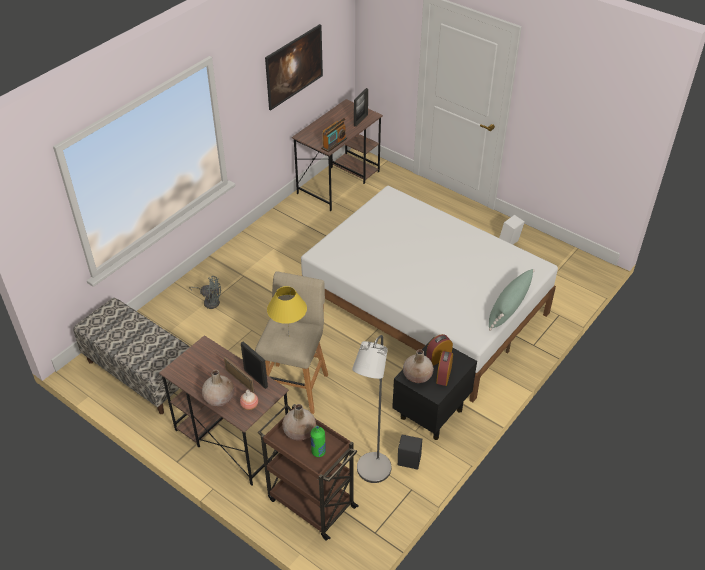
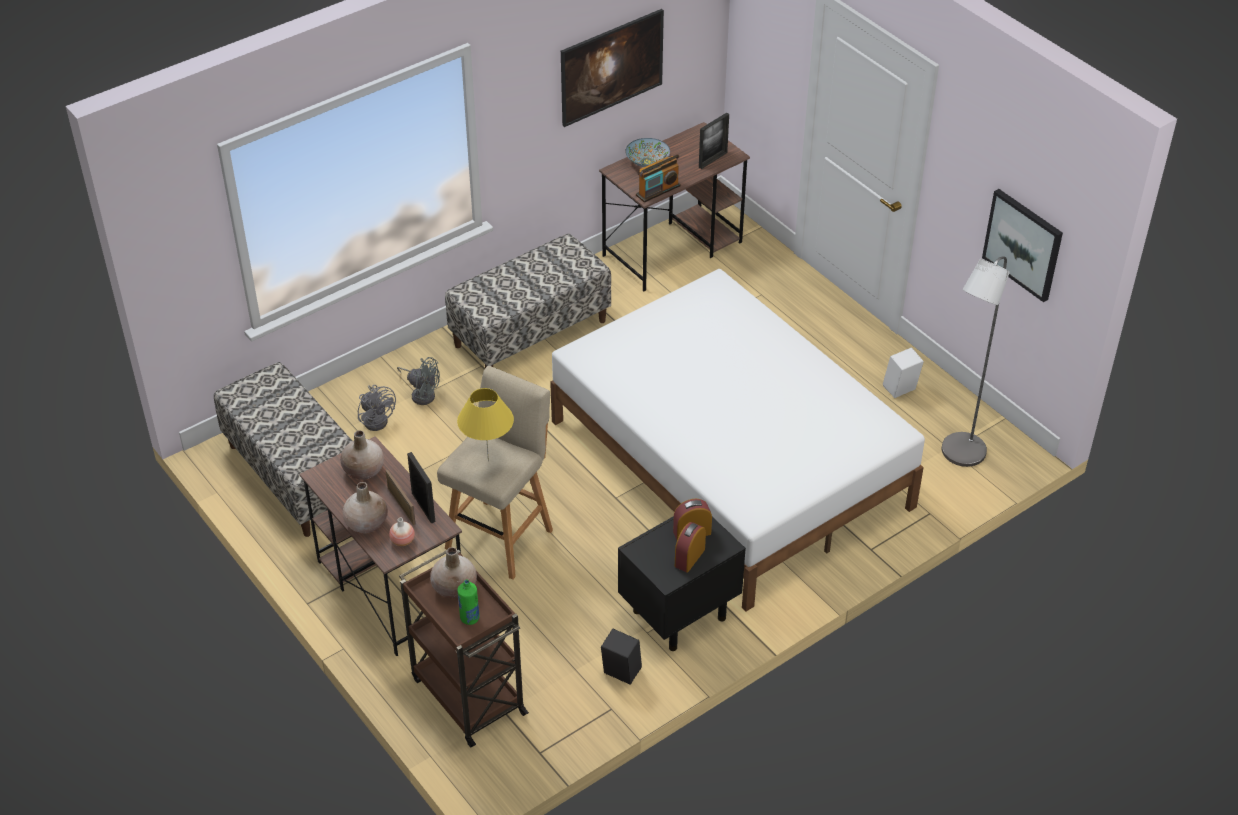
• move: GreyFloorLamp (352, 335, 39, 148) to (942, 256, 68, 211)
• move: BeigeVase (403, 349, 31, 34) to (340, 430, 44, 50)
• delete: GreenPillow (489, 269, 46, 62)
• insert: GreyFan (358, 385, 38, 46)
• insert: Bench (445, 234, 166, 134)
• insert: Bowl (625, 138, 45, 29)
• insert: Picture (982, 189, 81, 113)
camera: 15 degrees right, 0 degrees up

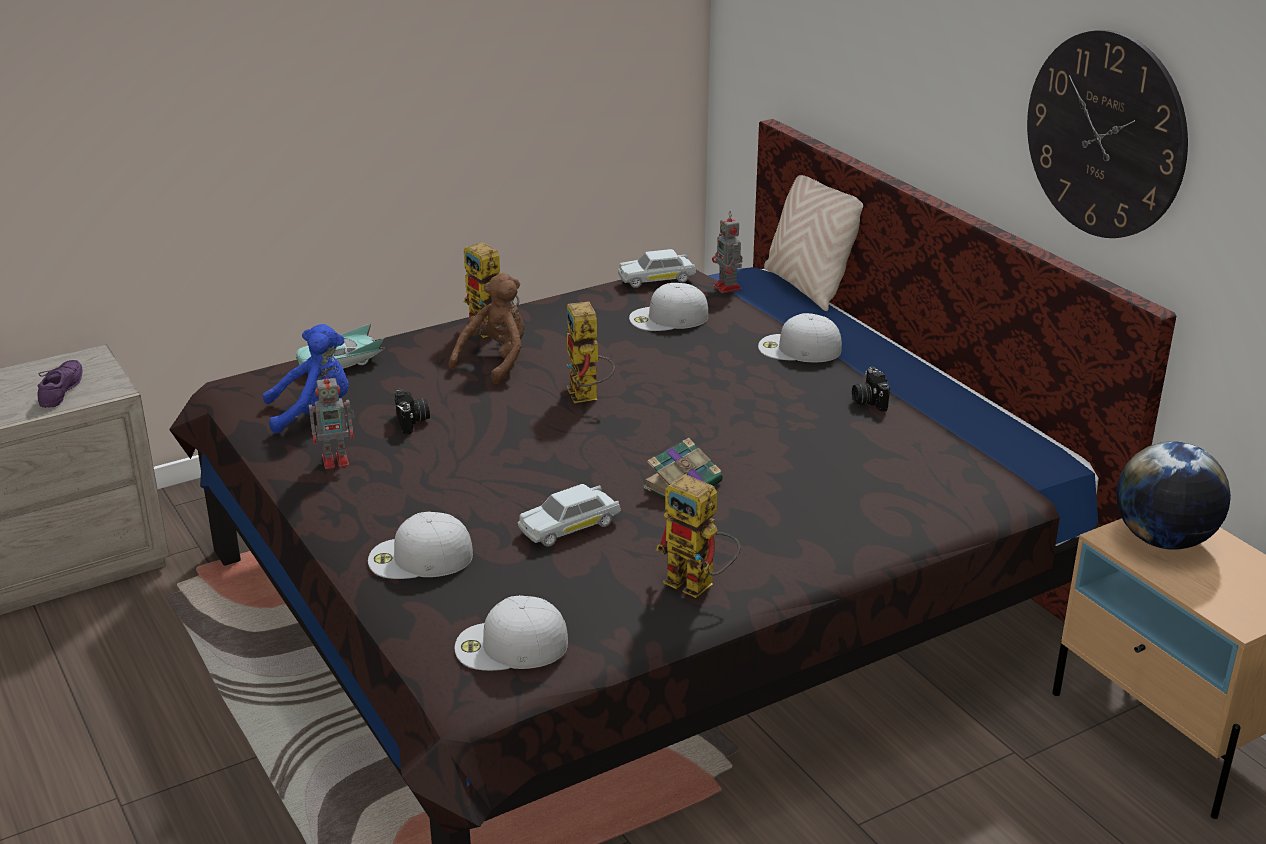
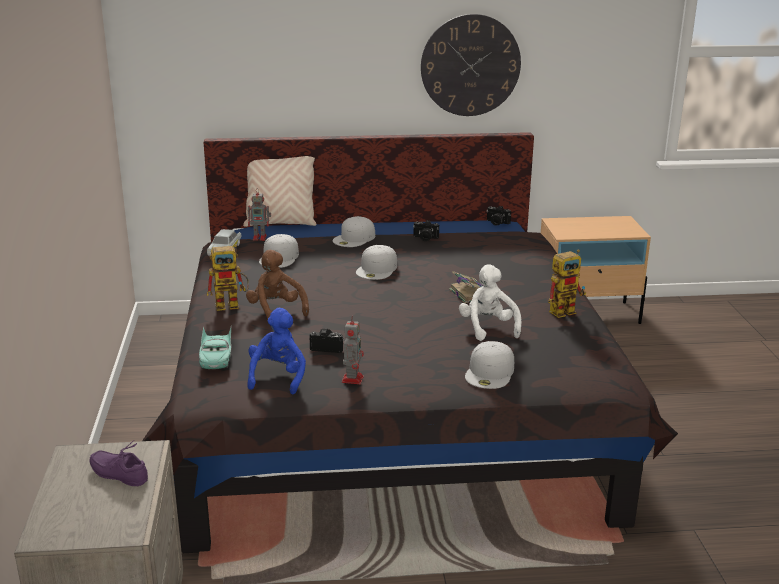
• move: WhiteCap (454, 595, 114, 76) to (356, 245, 41, 35)
• replace: WhiteToyCar (518, 484, 103, 63) to WhitePlushToy (459, 264, 62, 77)
• delete: ToyRobot (566, 301, 49, 102)
• delete: Globe (1116, 441, 115, 109)
• insert: PhotoCamera (486, 206, 25, 20)
camera: 65 degrees left, 5 degrees down

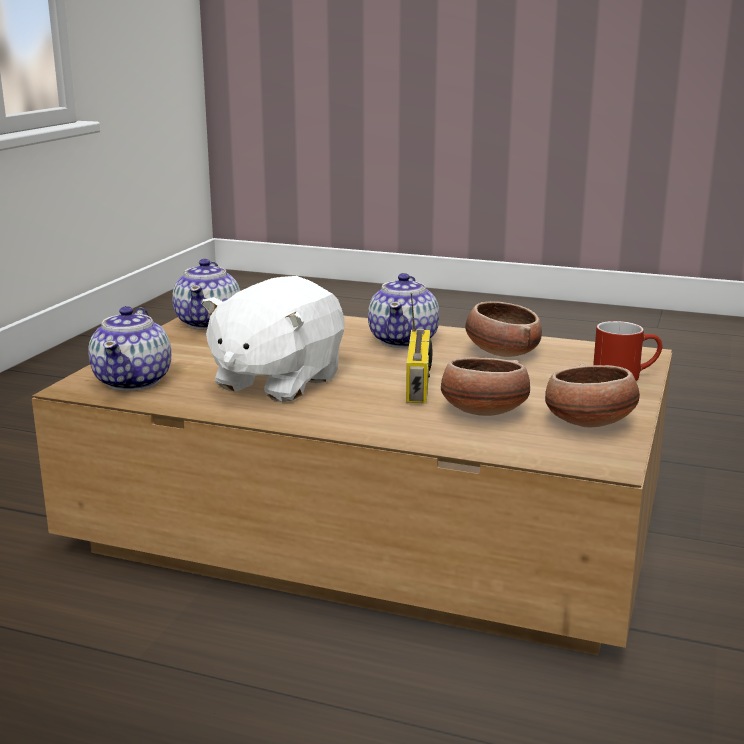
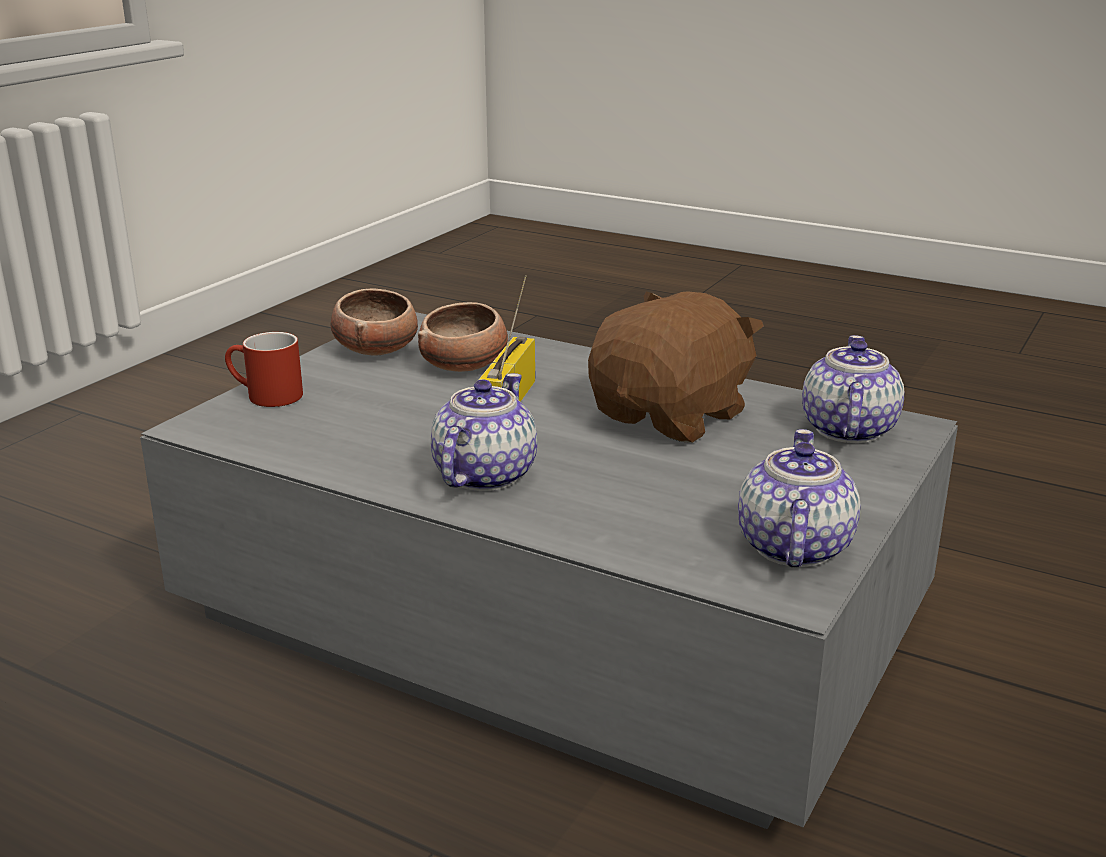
• recolor: BrownCoffeeTable (32, 316, 640, 340) to GreyCoffeeTable (140, 312, 818, 517)
• recolor: WhitePlushToy (201, 276, 144, 126) to BrownPlushToy (588, 291, 176, 152)
• delete: Bowl (465, 301, 77, 56)
camera: 170 degrees left, 5 degrees up

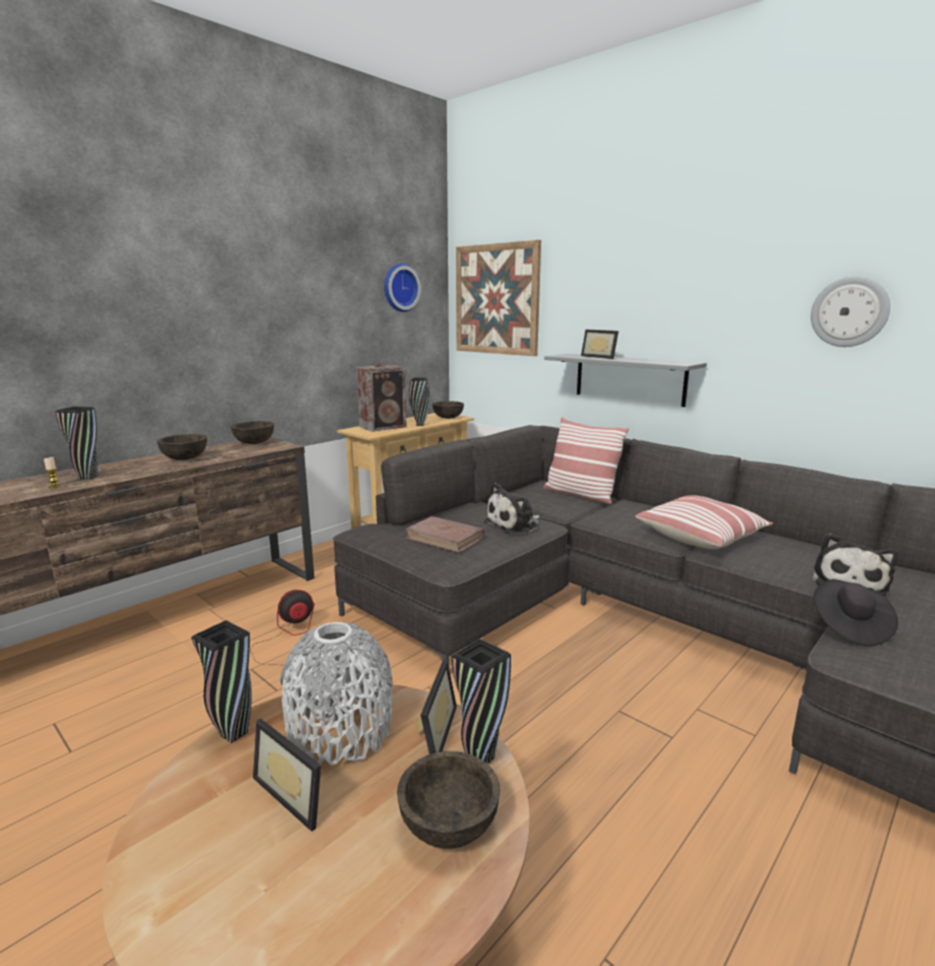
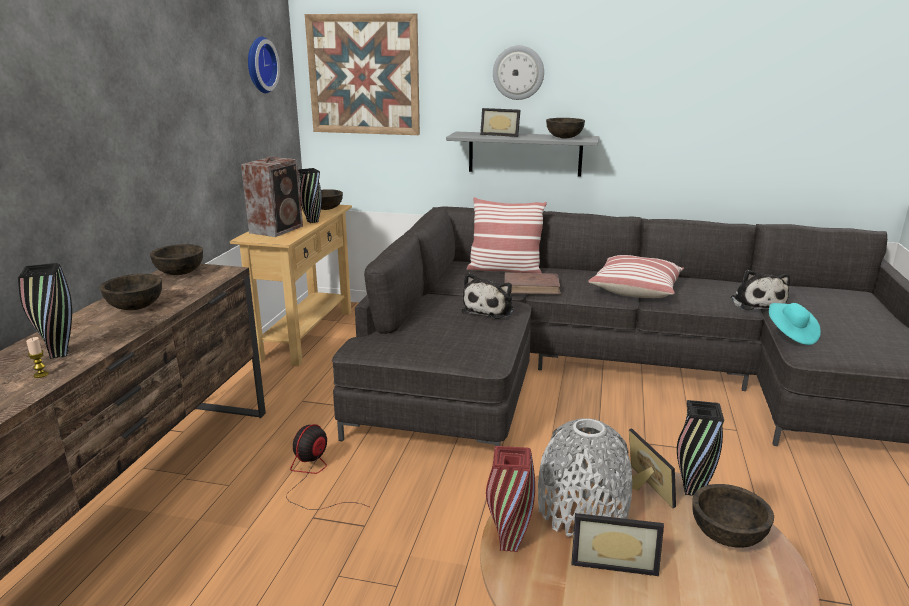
• recolor: BlackVase (191, 620, 61, 123) to RedVase (486, 446, 49, 106)
• move: BrownBook (405, 516, 79, 37) to (504, 273, 57, 21)
• move: WallClock (811, 276, 80, 71) to (493, 45, 51, 55)
• recolor: BlackHat (813, 579, 85, 67) to TurquoiseHat (769, 303, 52, 42)
• insert: BrownBowl (546, 118, 39, 21)
camera: 30 degrees left, 5 degrees up

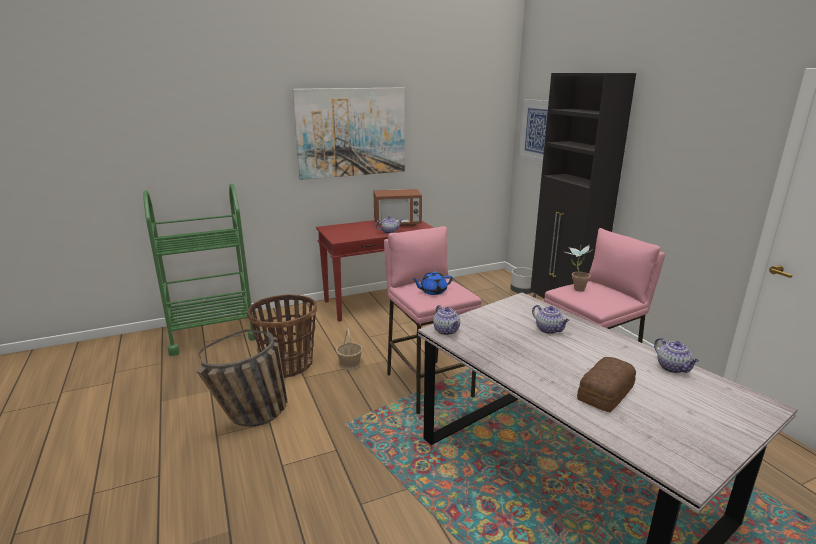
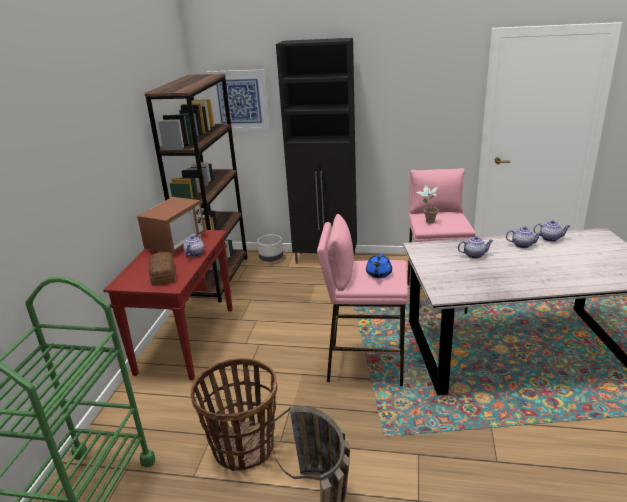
• delete: Picture (292, 87, 113, 93)
• delete: Basket (336, 329, 27, 41)
• move: Teapot (433, 305, 27, 30) to (506, 227, 37, 21)
• move: Bread (577, 357, 59, 56) to (148, 252, 27, 34)
• insert: BrownBookcase (144, 74, 104, 229)
camera: 55 degrees left, 5 degrees up

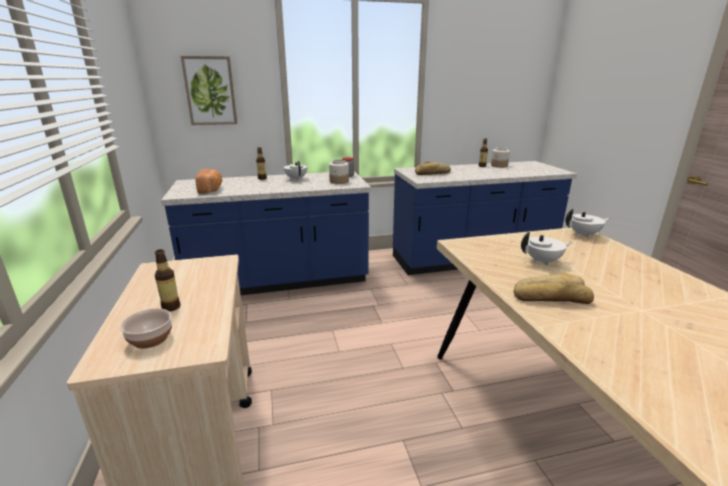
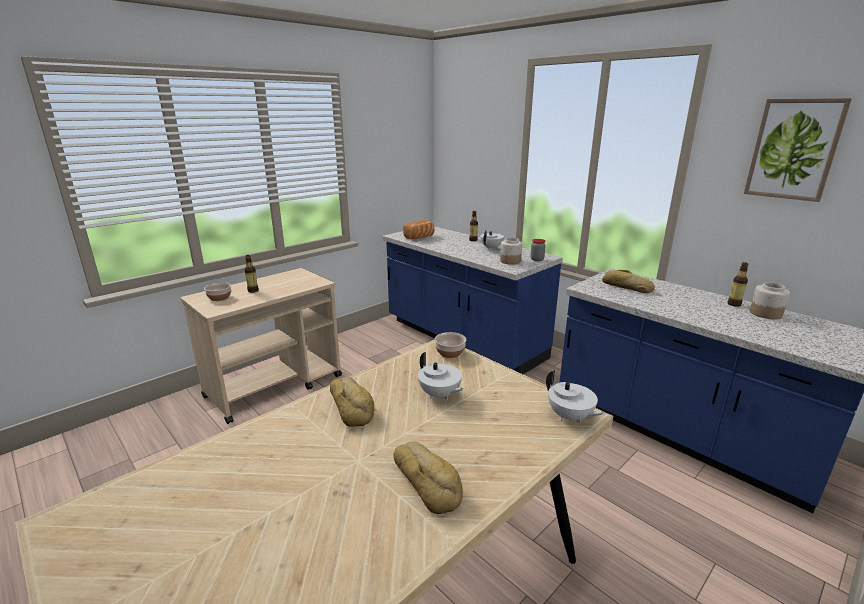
• move: Picture (181, 56, 56, 69) to (744, 98, 108, 104)
• insert: Bread (393, 442, 70, 72)
• insert: Bowl (435, 332, 31, 26)
camera: 60 degrees right, 0 degrees up

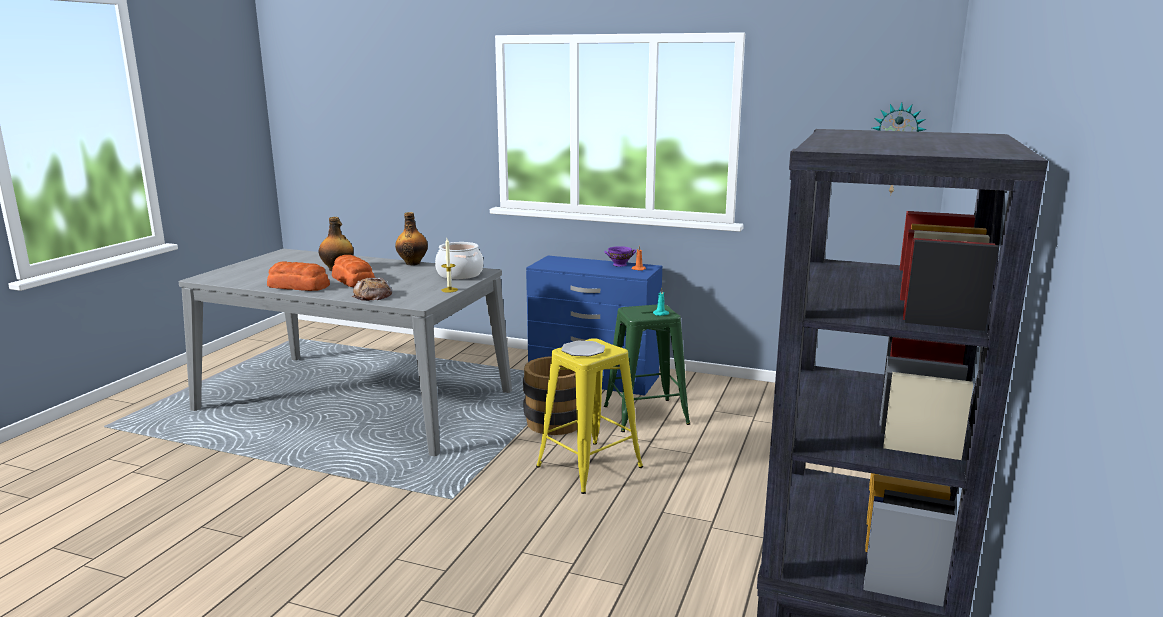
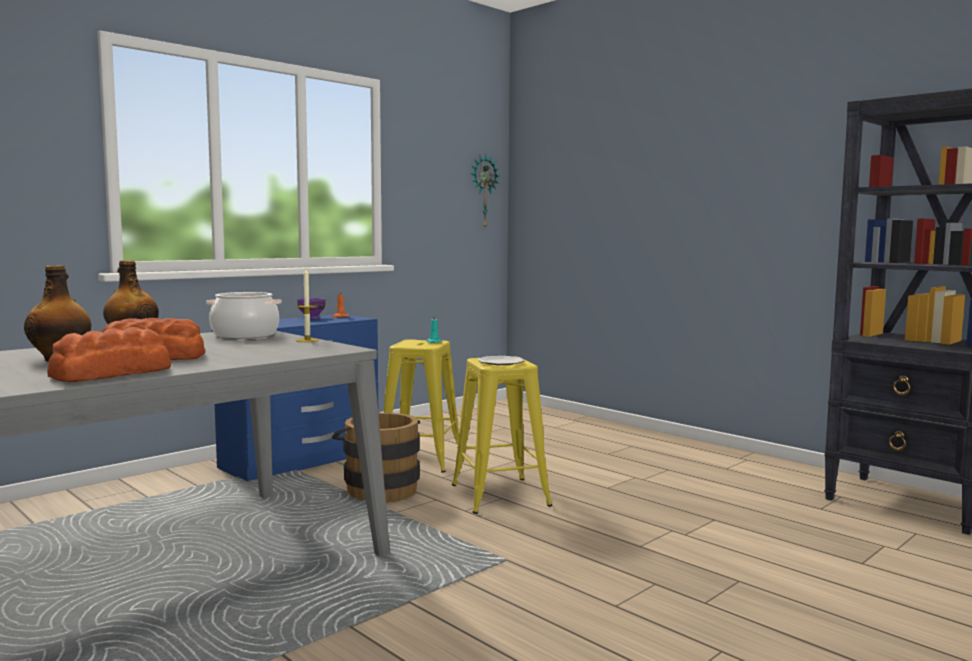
• delete: Bread (352, 278, 40, 23)
• recolor: GreenStool (604, 304, 86, 128) to YellowStool (384, 339, 75, 134)
camera: 65 degrees left, 10 degrees down

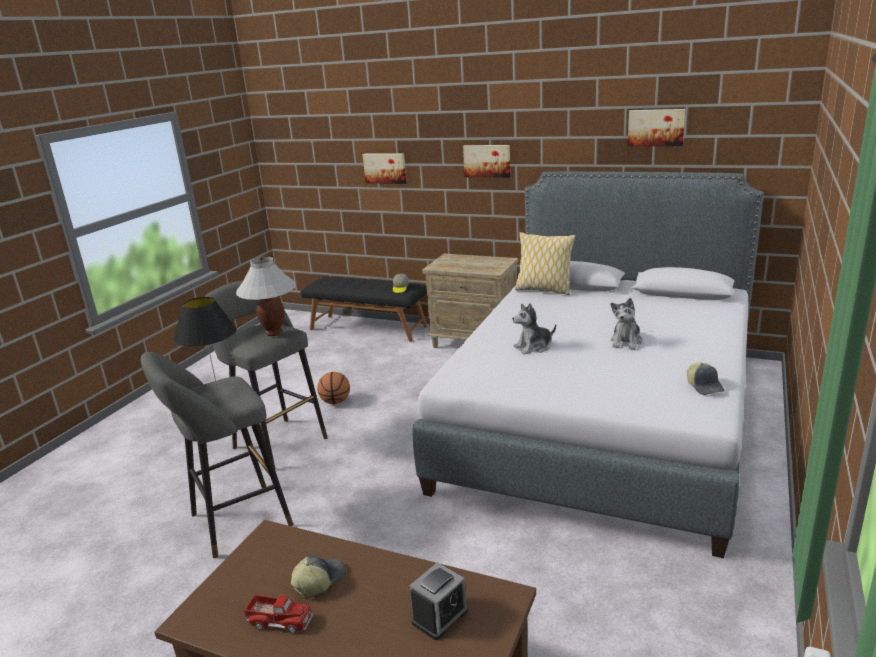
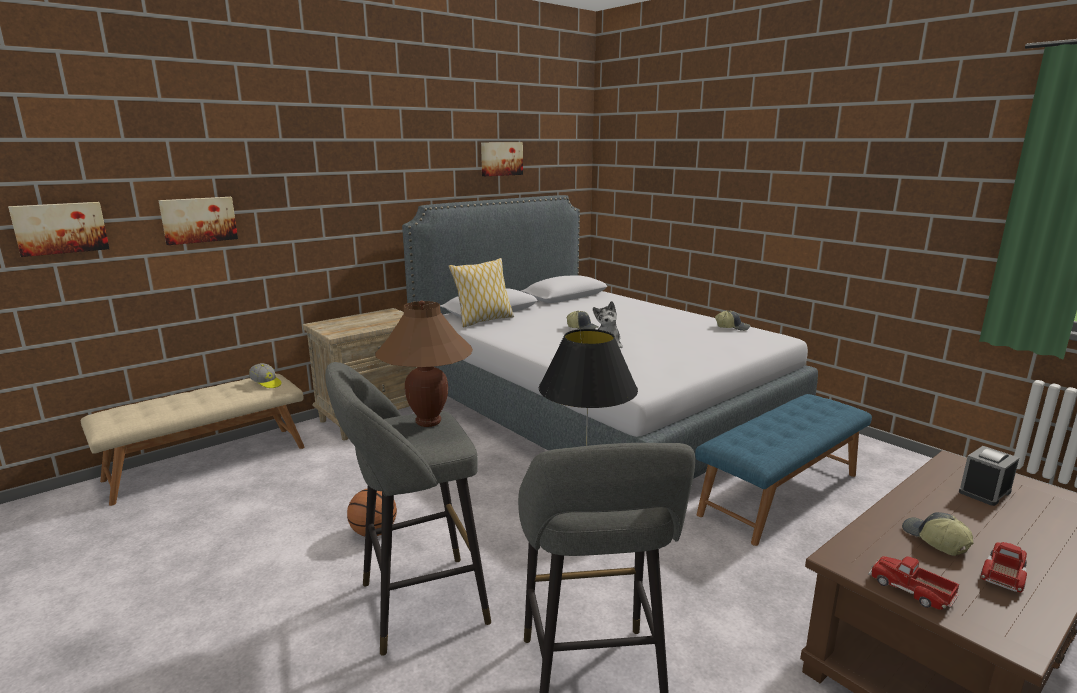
• recolor: WhiteTableLamp (236, 257, 60, 79) to BrownTableLamp (375, 300, 98, 127)
• recolor: BlackBench (300, 276, 128, 66) to BeigeBench (81, 374, 224, 132)
• rotate: AlarmClock (410, 562, 59, 78) = (959, 446, 60, 60) 105 degrees counterclockwise
• move: Picture (463, 145, 47, 33) to (8, 202, 101, 55)
• delete: PlushToy (611, 298, 31, 52)
• insert: Cap (567, 311, 32, 18)
• insert: BlueBench (695, 394, 177, 152)
• insert: ToyTruck (868, 556, 91, 54)
camera: 65 degrees left, 5 degrees down

